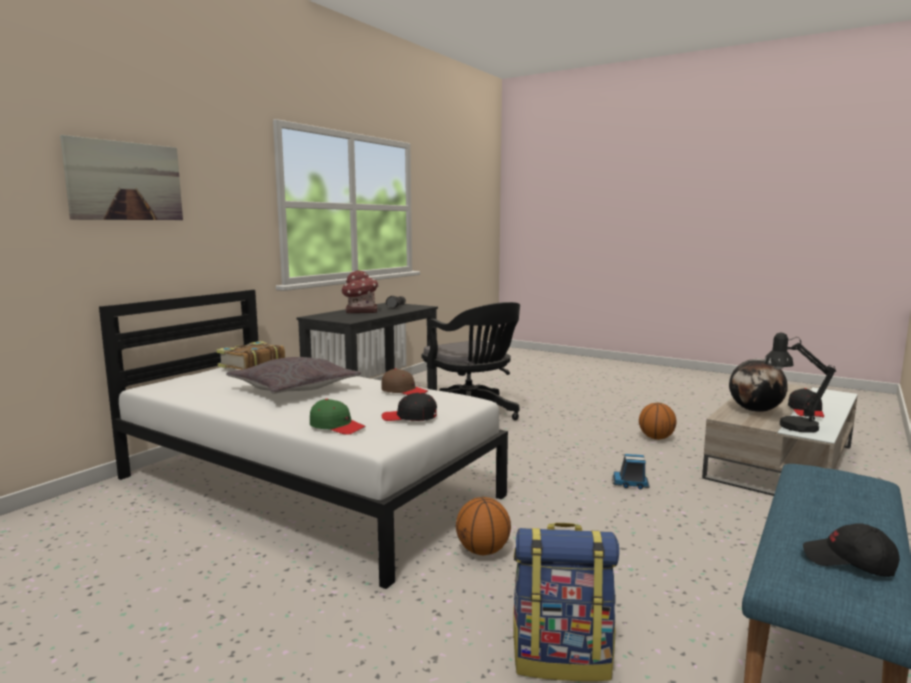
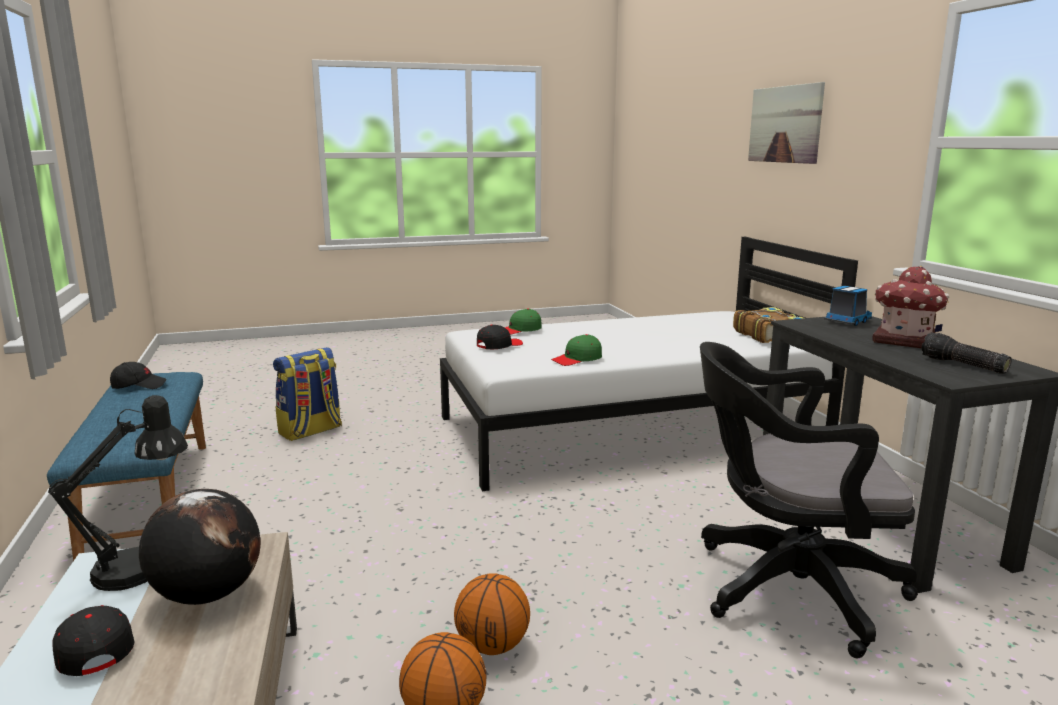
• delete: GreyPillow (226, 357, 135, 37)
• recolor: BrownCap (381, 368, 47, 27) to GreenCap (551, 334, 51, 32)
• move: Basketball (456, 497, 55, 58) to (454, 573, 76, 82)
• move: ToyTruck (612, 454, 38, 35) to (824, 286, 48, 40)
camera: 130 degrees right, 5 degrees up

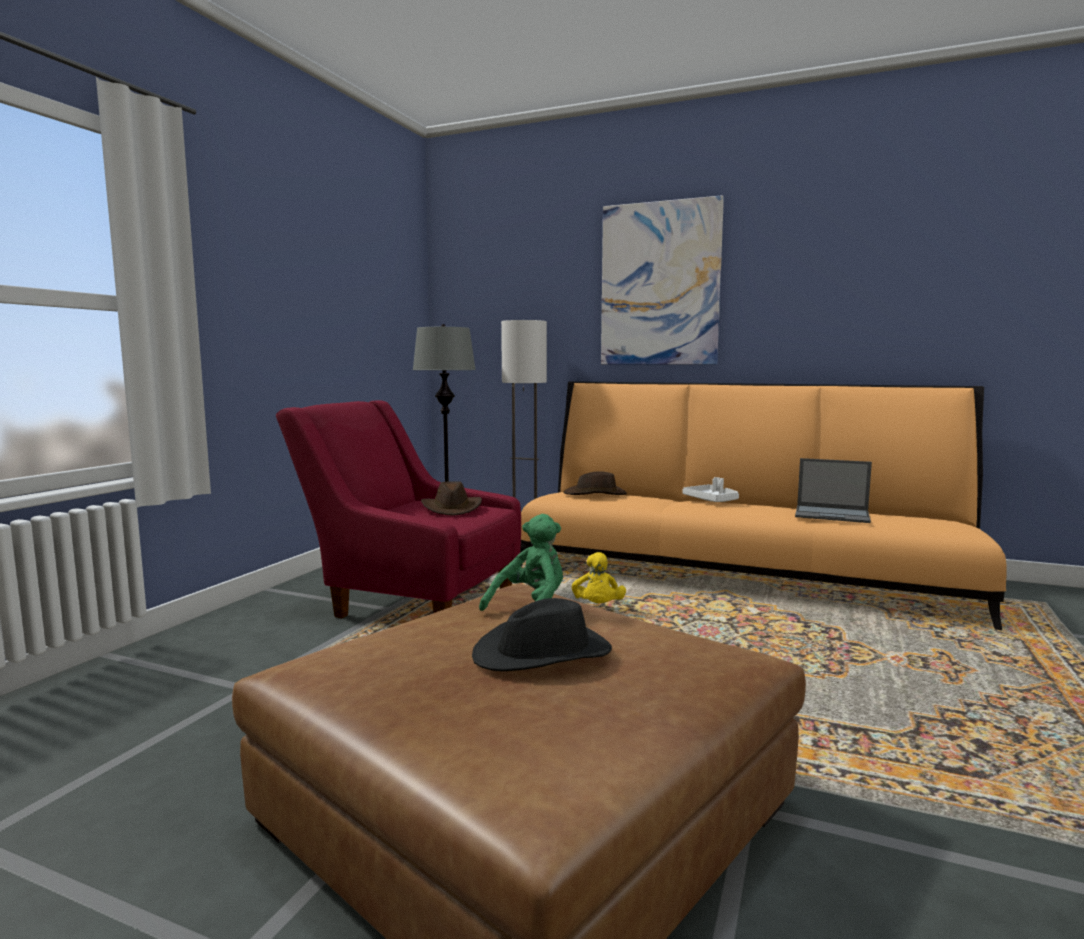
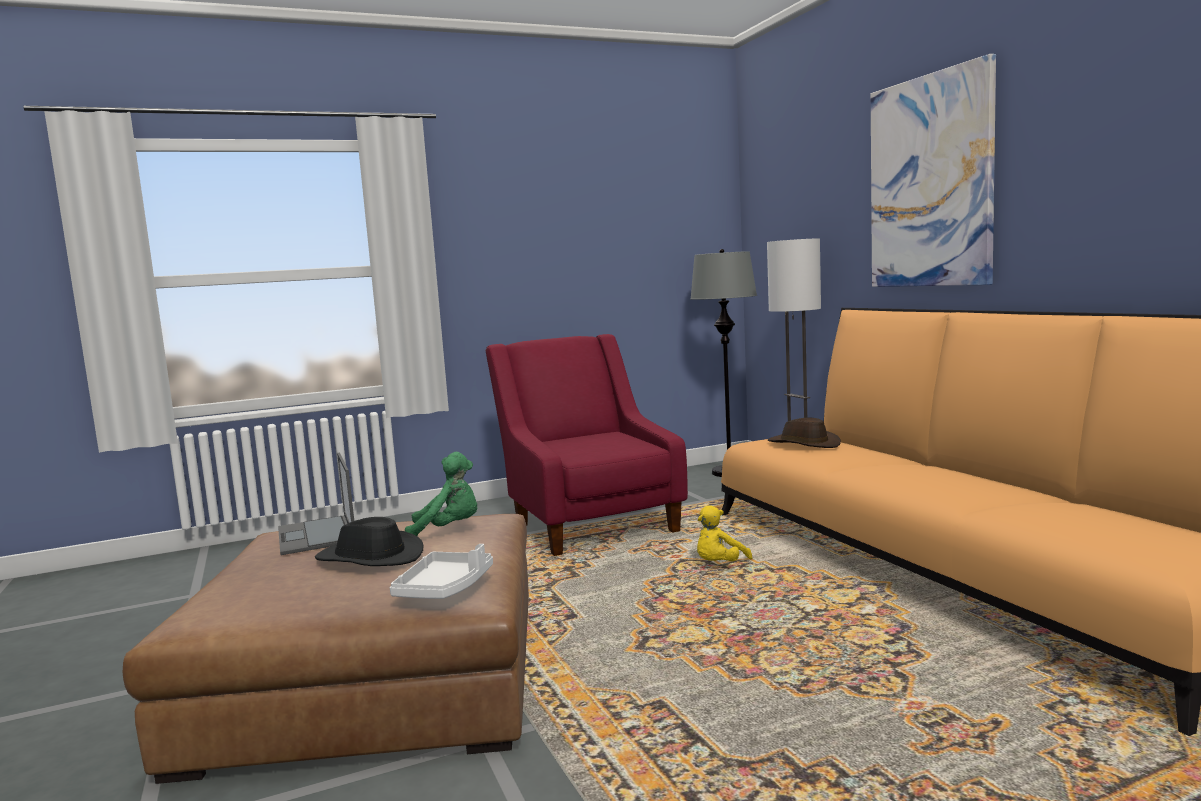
• delete: BrownHat (421, 481, 61, 35)
• move: WhiteTray (682, 477, 57, 25) to (389, 544, 104, 55)
• move: Laptop (795, 458, 77, 65) to (278, 453, 76, 102)
camera: 45 degrees right, 0 degrees up

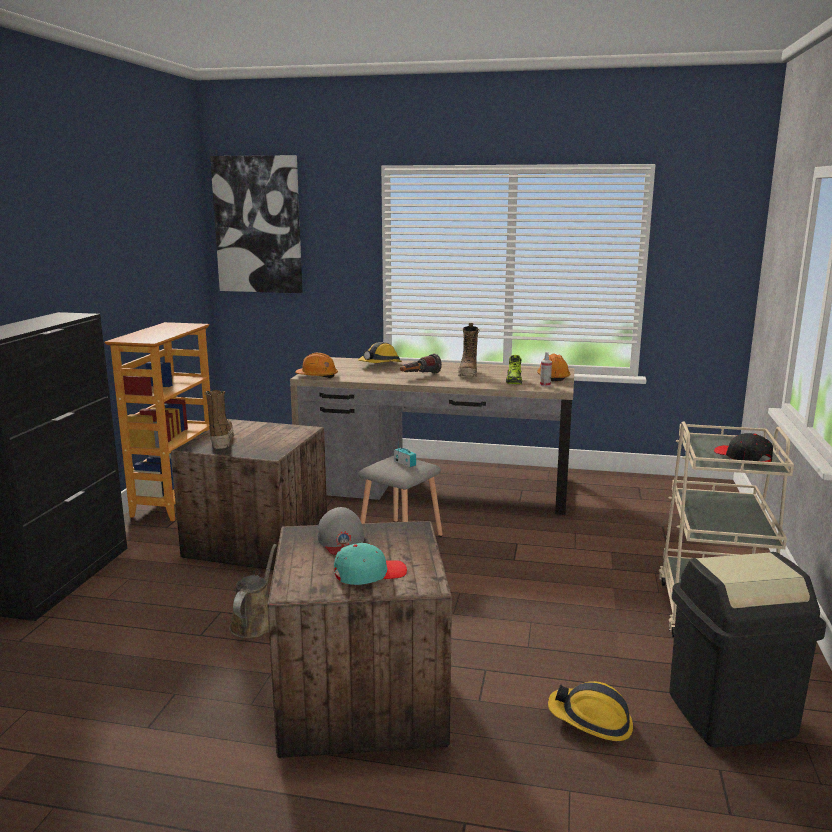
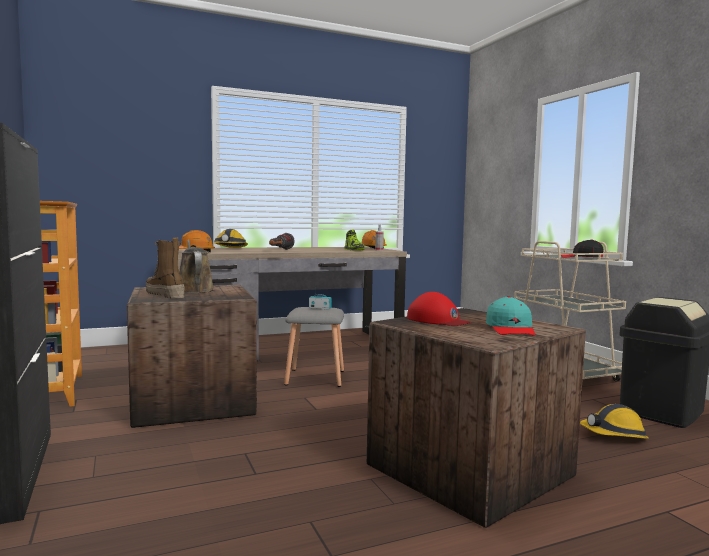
• delete: Picture (210, 155, 92, 138)
• move: BrownWateringCan (229, 544, 47, 94) to (179, 240, 35, 53)
• recolor: GreyCap (318, 507, 46, 48) to RedCap (407, 292, 64, 34)
• rotate: TurquoiseCap (334, 543, 73, 42) = (486, 296, 49, 40) 150 degrees clockwise
• delete: Boot (458, 323, 22, 54)
camera: 35 degrees left, 10 degrees down

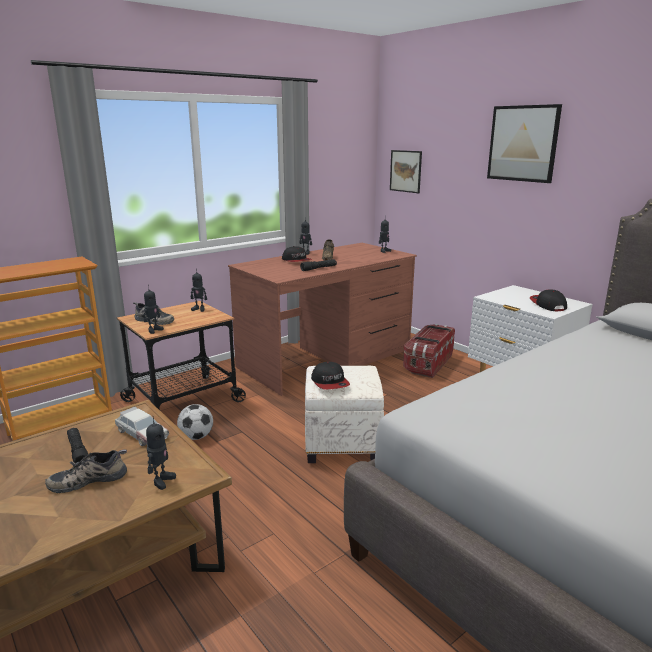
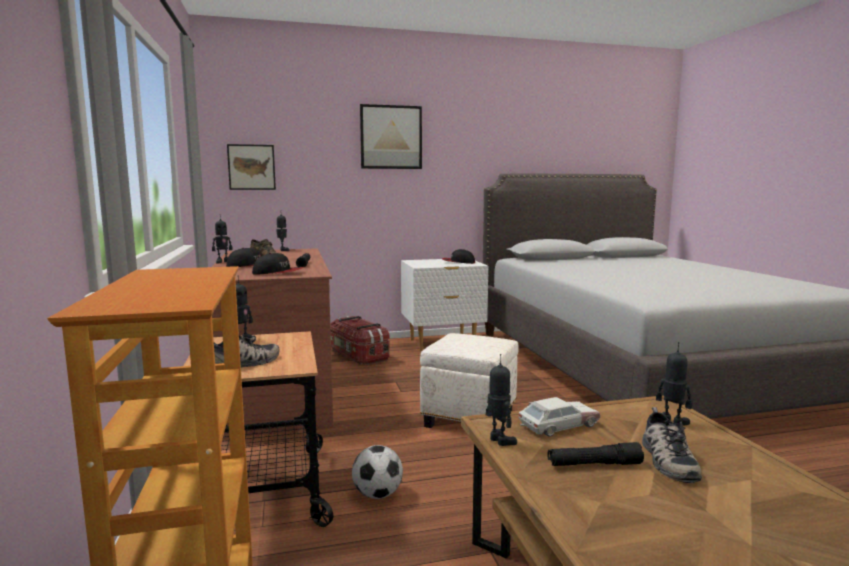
• move: ToyRobot (144, 285, 20, 49) to (486, 354, 31, 92)
• move: Cap (311, 362, 39, 27) to (252, 253, 52, 21)
camera: 65 degrees left, 10 degrees down

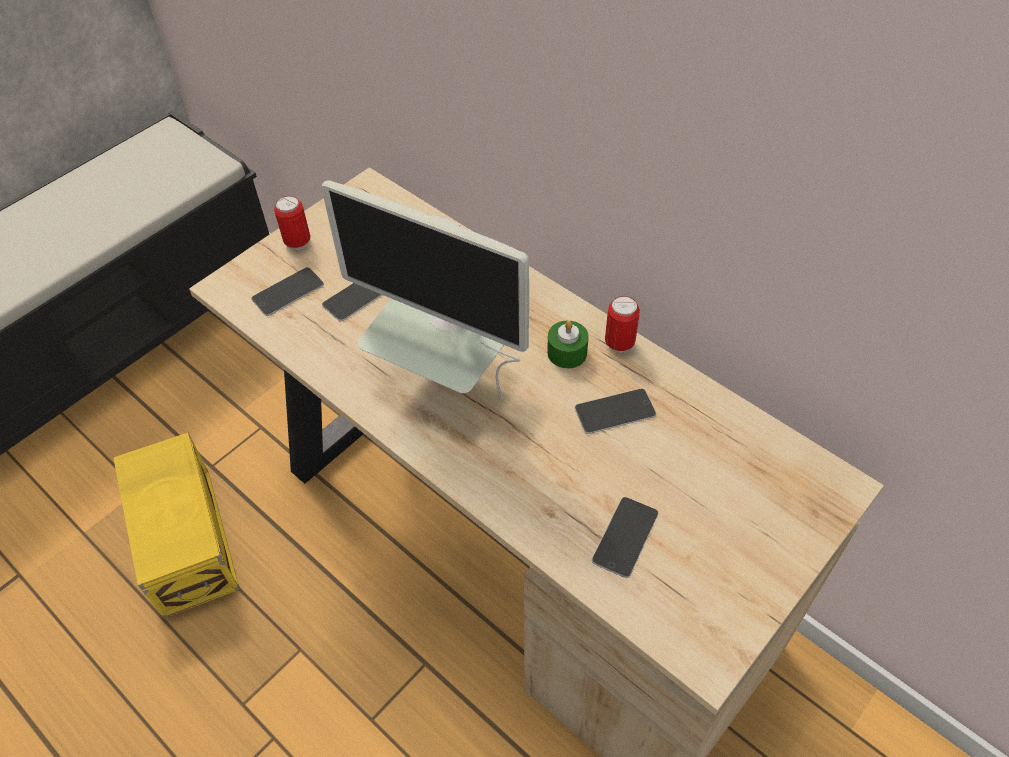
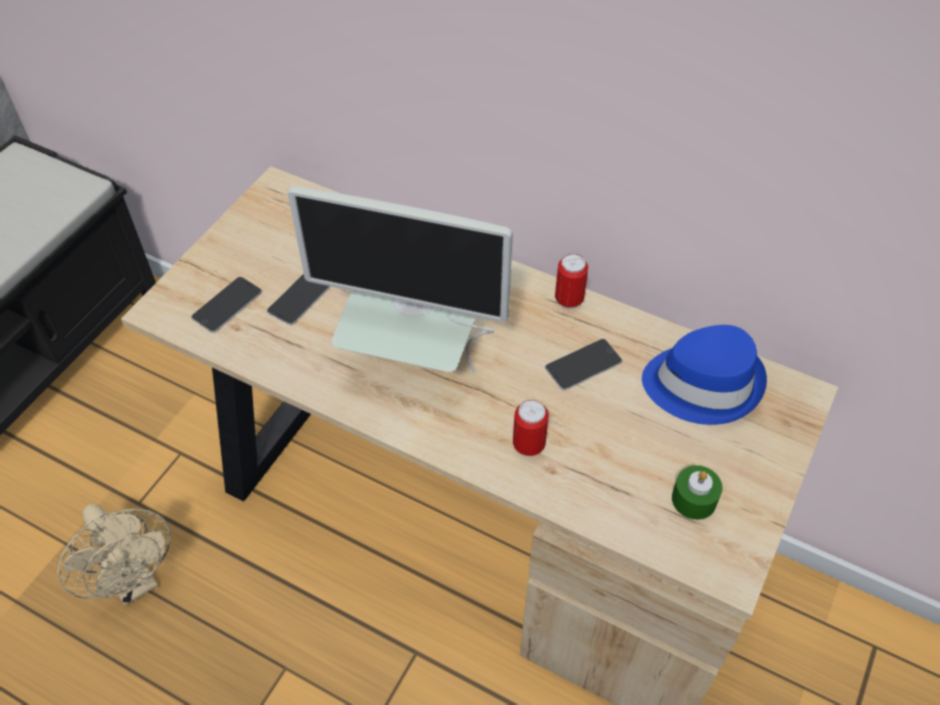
• replace: YellowStorageBox (113, 433, 127, 185) to BeigeFan (57, 504, 114, 102)
• move: Can (274, 196, 36, 54) to (513, 400, 36, 57)
• move: GreenCandle (547, 320, 42, 48) to (672, 465, 51, 55)
• delete: Phone (592, 497, 66, 81)
• insert: BlueHat (642, 325, 125, 100)
camera: 15 degrees left, 0 degrees up

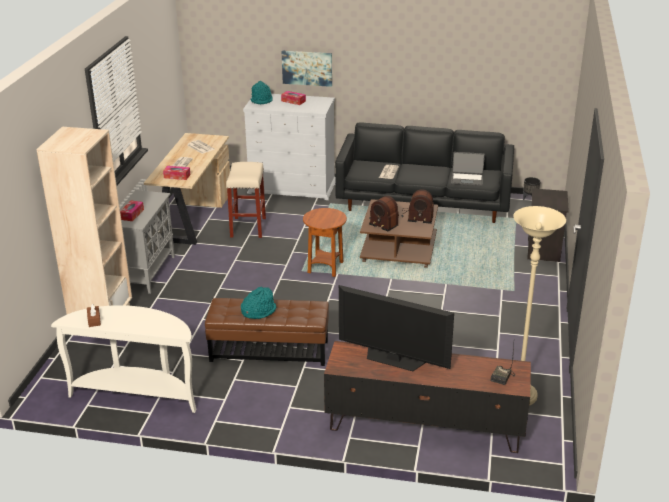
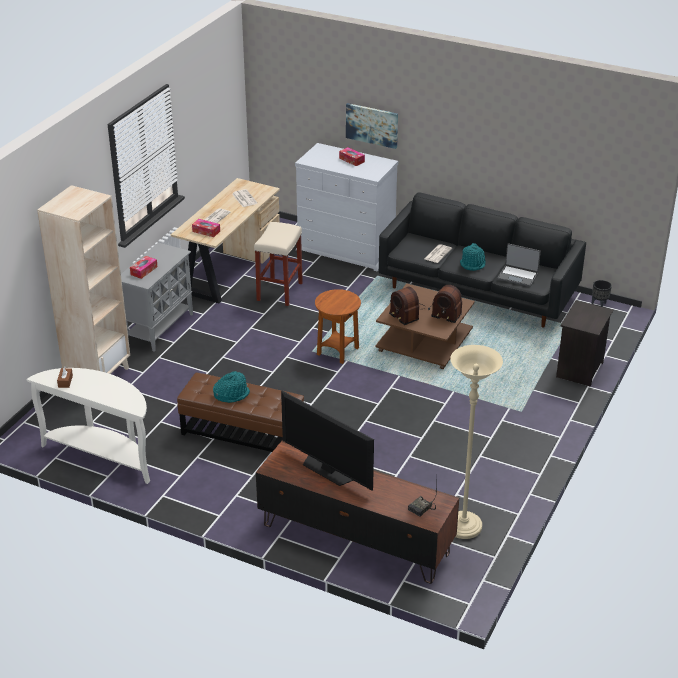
• move: TurquoiseHat (250, 81, 23, 23) to (460, 243, 26, 28)
camera: 15 degrees right, 5 degrees up

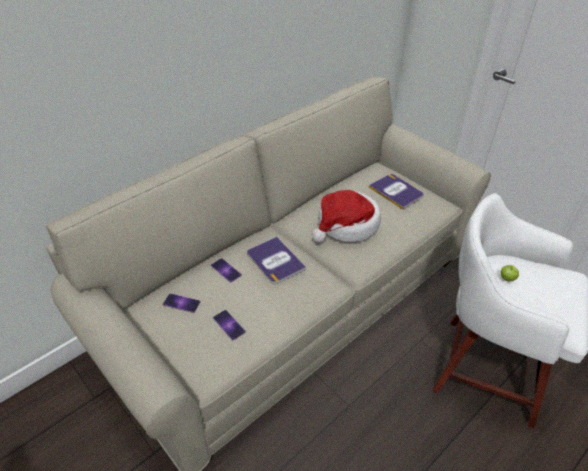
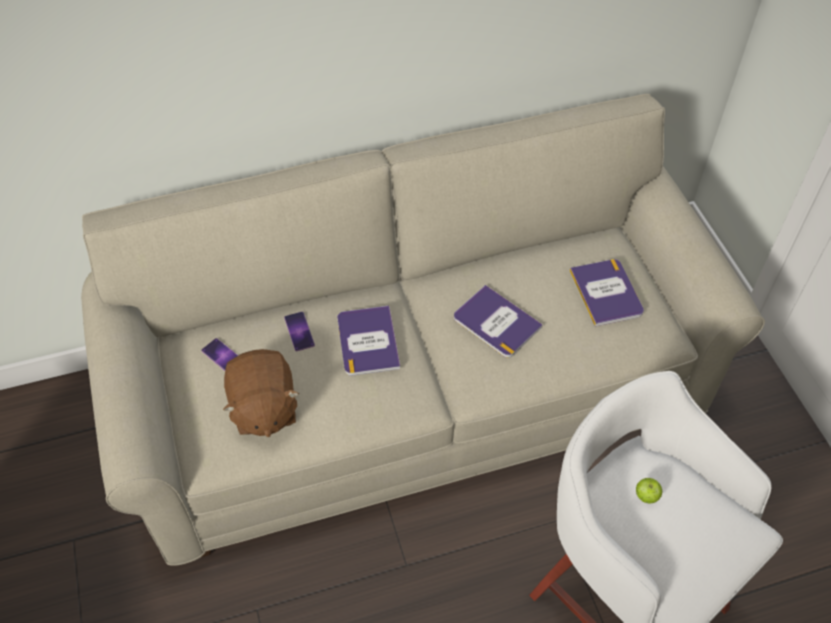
• replace: Phone (213, 310, 33, 30) to BrownPlushToy (223, 349, 76, 88)
• replace: Hat (312, 190, 69, 53) to Book (454, 285, 89, 73)
camera: 25 degrees right, 10 degrees up

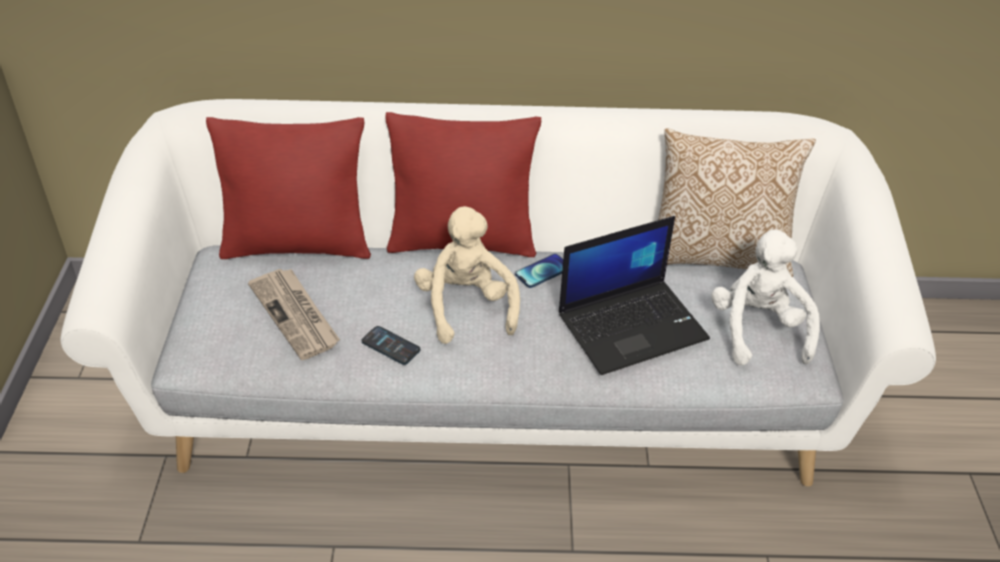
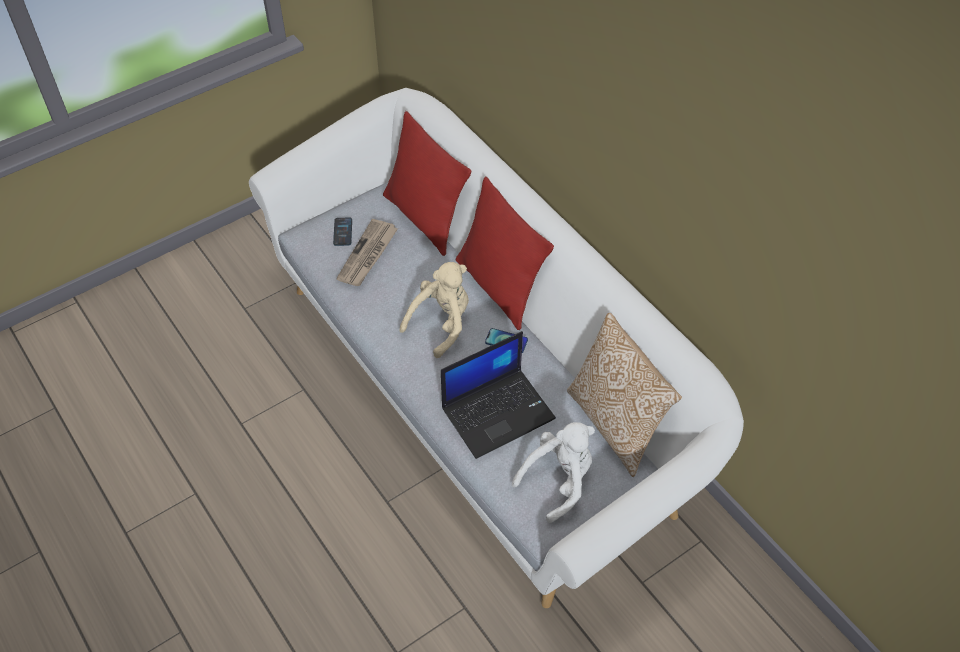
• move: Phone (362, 326, 58, 39) to (333, 217, 19, 29)
• rotate: Laptop (559, 216, 151, 159) = (441, 331, 115, 128) 60 degrees counterclockwise
camera: 55 degrees right, 10 degrees up

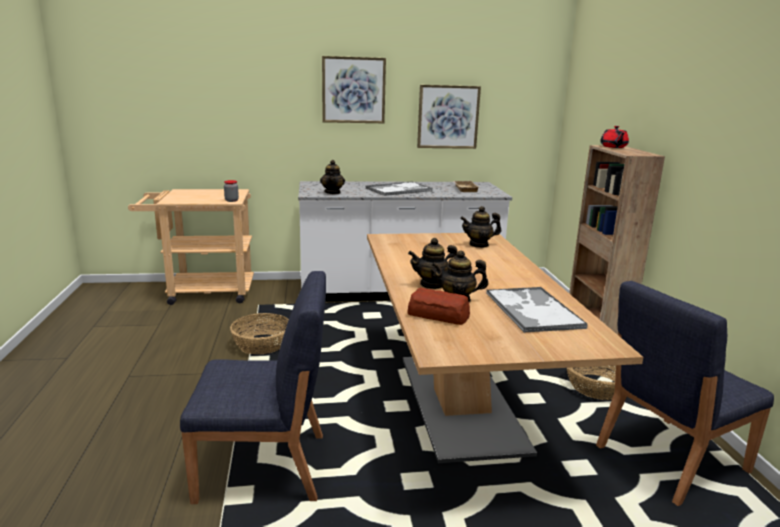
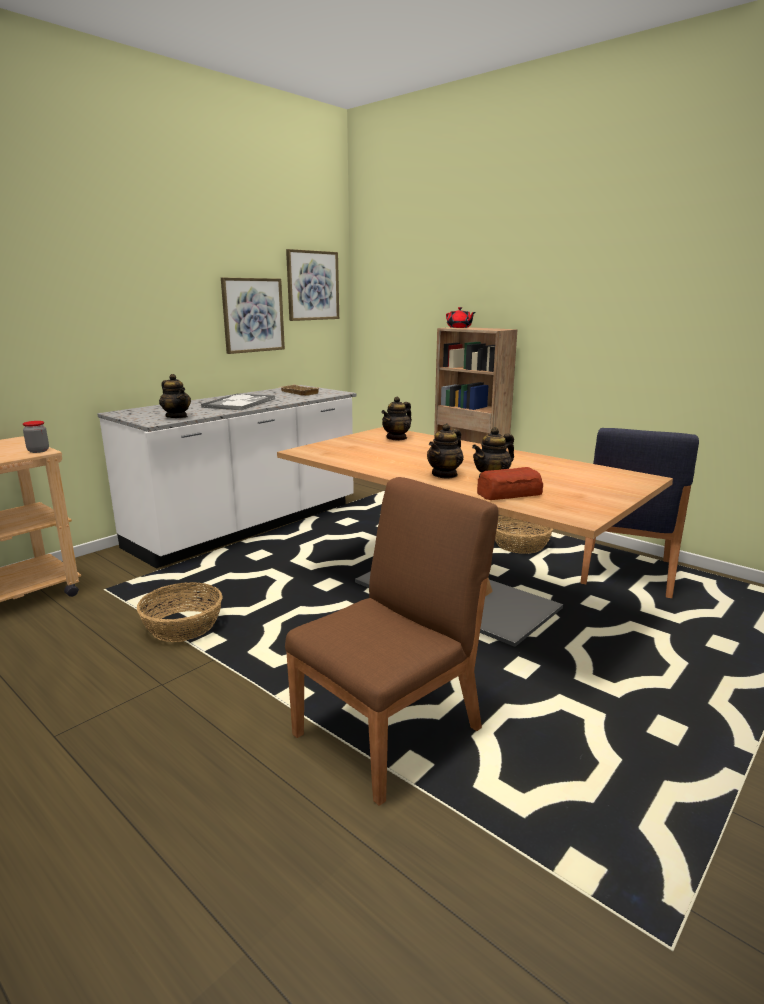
• recolor: BlueChair (180, 271, 146, 233) to BrownChair (285, 477, 214, 329)
• move: Picture (322, 56, 64, 67) to (286, 249, 53, 72)
• delete: Tray (486, 287, 102, 46)
camera: 40 degrees left, 0 degrees up

